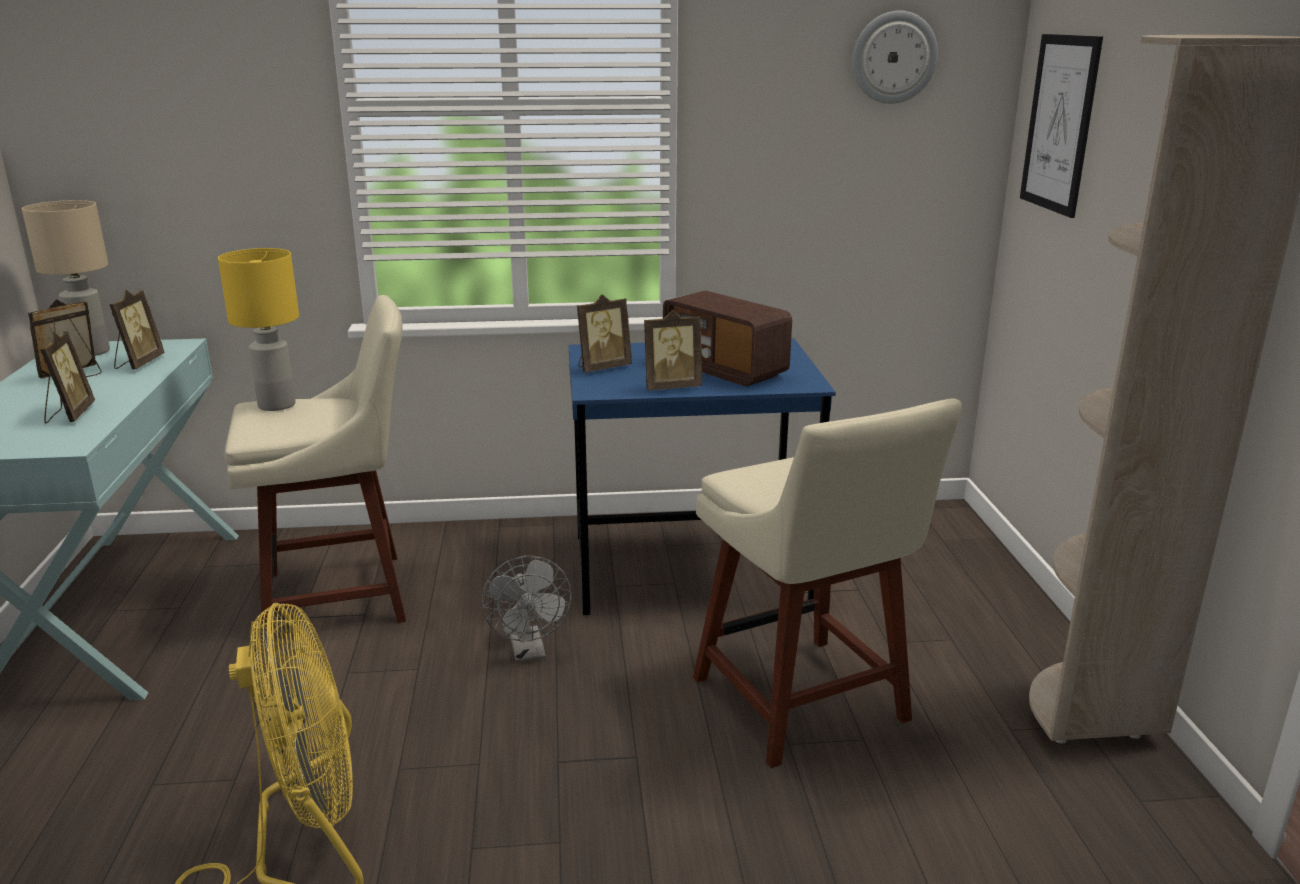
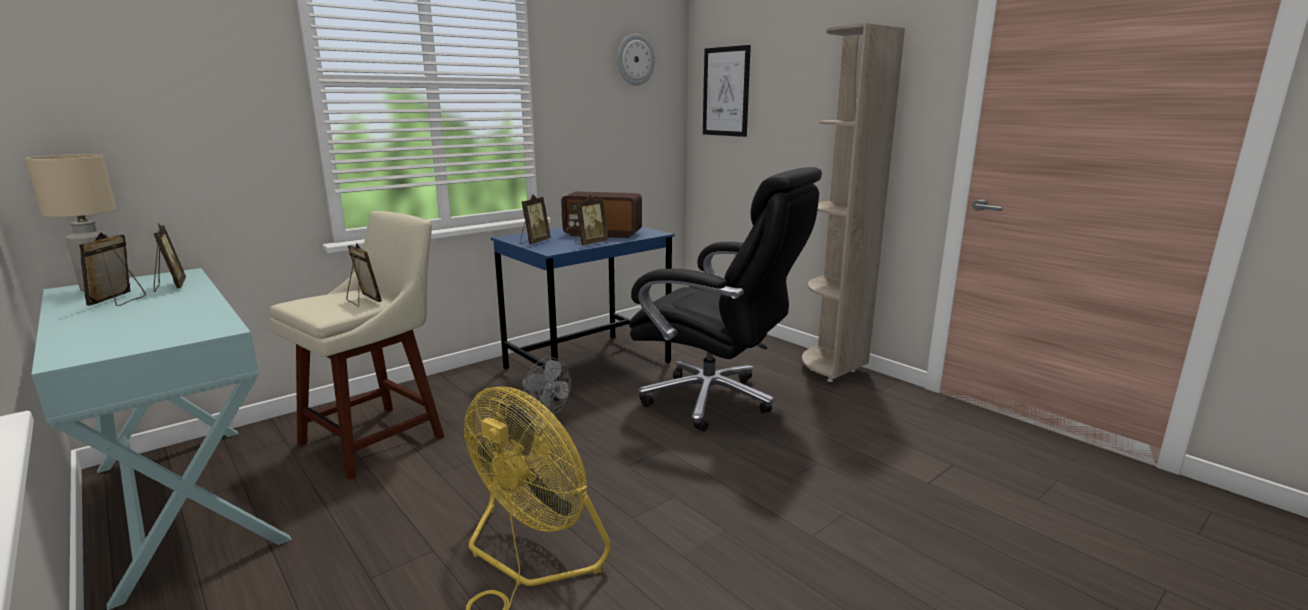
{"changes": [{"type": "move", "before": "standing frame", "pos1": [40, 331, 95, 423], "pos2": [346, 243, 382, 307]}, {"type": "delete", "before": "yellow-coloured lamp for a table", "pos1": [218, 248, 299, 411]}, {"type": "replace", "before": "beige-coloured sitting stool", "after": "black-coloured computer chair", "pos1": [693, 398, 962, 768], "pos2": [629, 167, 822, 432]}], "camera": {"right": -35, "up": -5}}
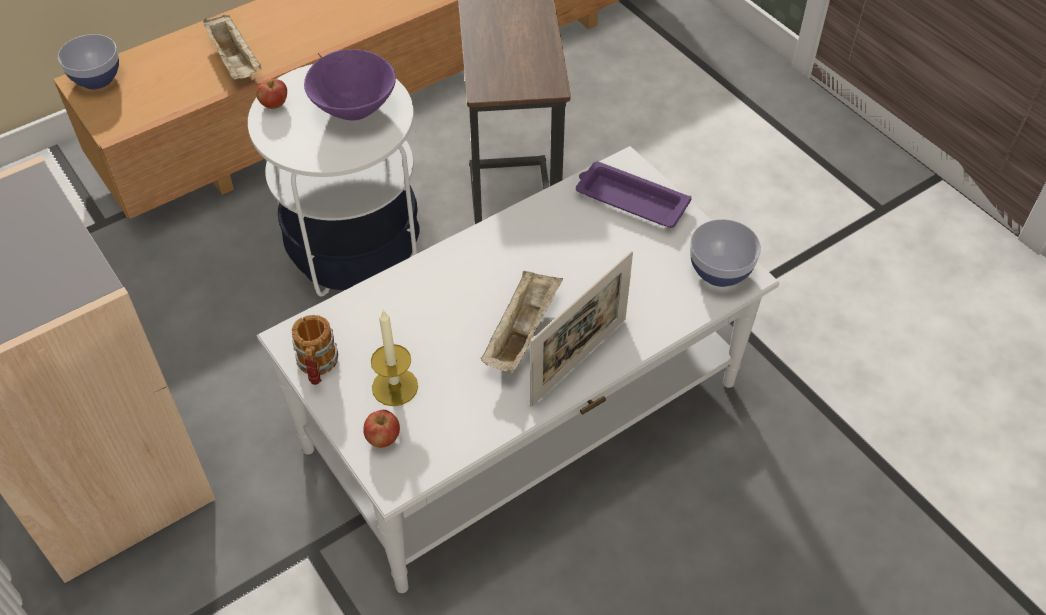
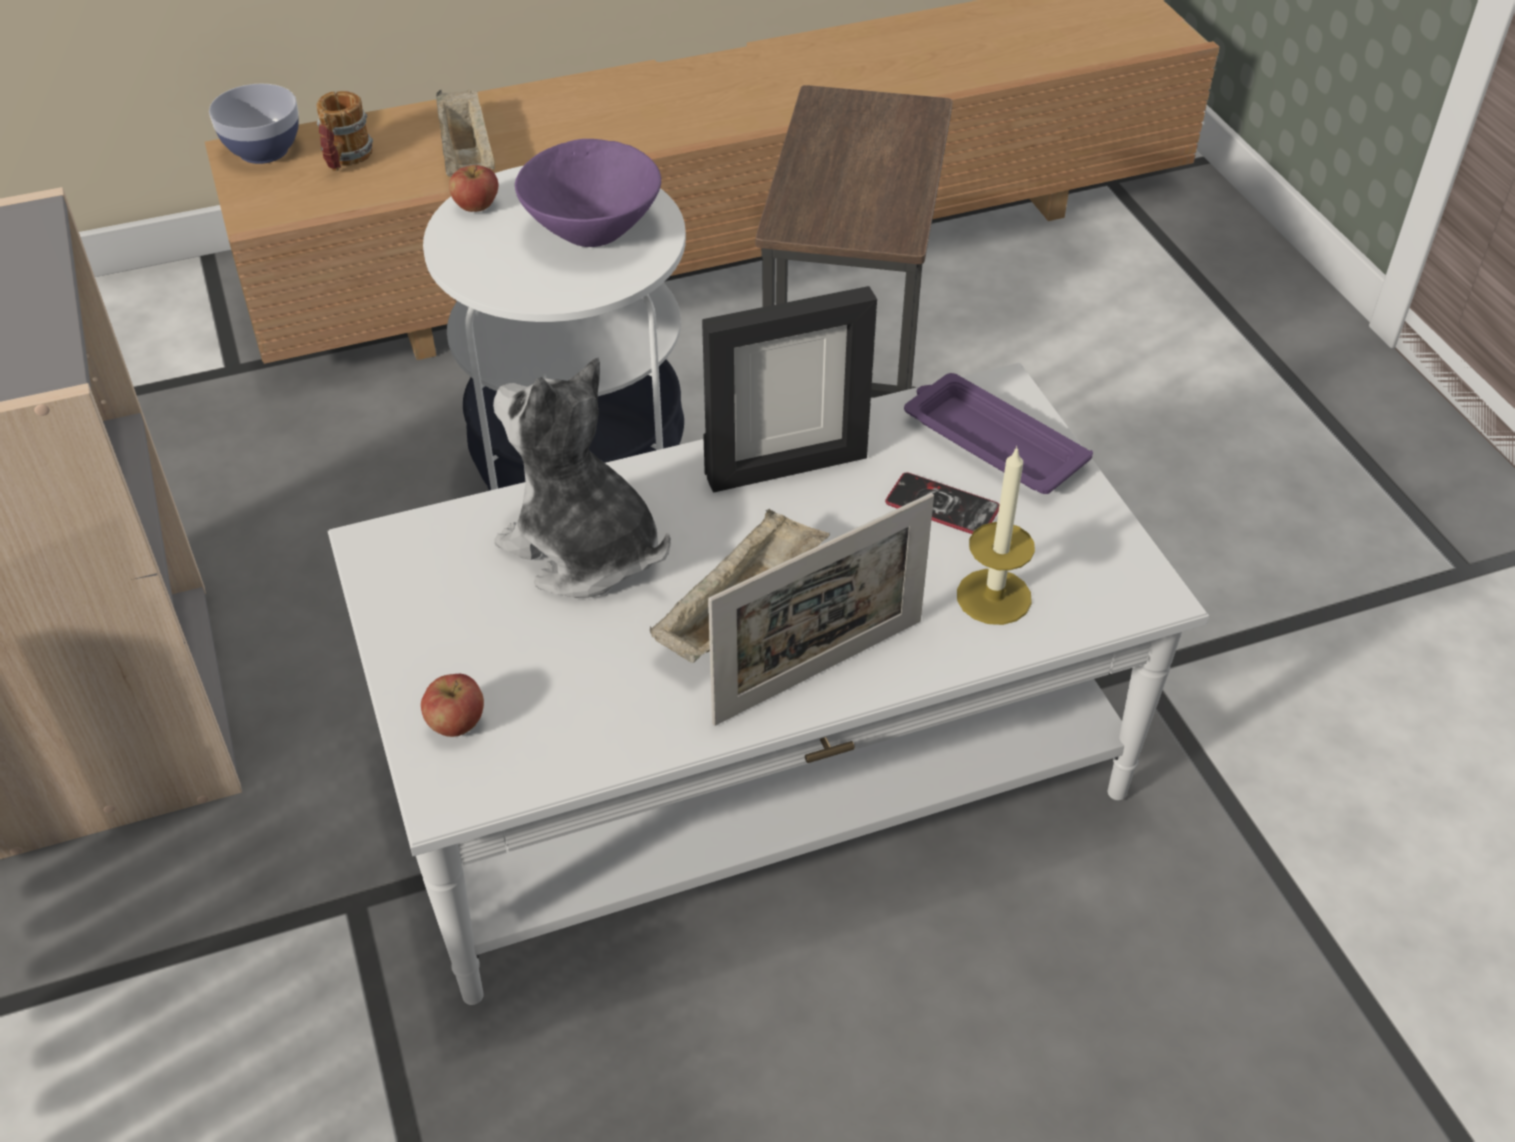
{"changes": [{"type": "move", "before": "tea mug", "pos1": [292, 315, 338, 385], "pos2": [316, 91, 373, 171]}, {"type": "move", "before": "wax light", "pos1": [371, 310, 418, 406], "pos2": [957, 446, 1035, 625]}, {"type": "delete", "before": "serving bowl", "pos1": [690, 219, 761, 287]}, {"type": "insert", "after": "soft toy", "pos2": [493, 357, 671, 598]}, {"type": "insert", "after": "standing frame", "pos2": [702, 286, 877, 493]}, {"type": "insert", "after": "telephone", "pos2": [885, 472, 1000, 534]}], "camera": {"right": 15, "up": -5}}
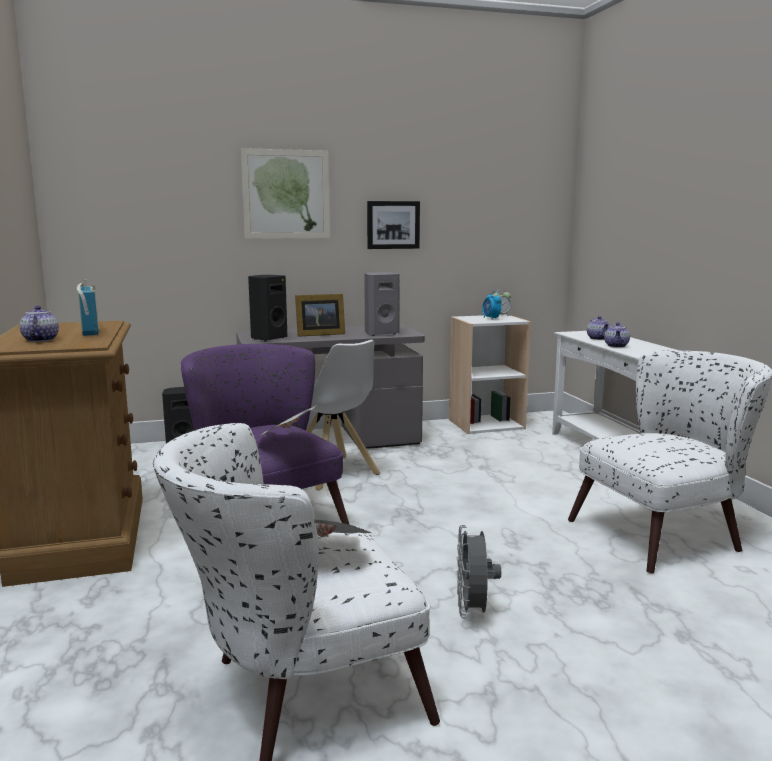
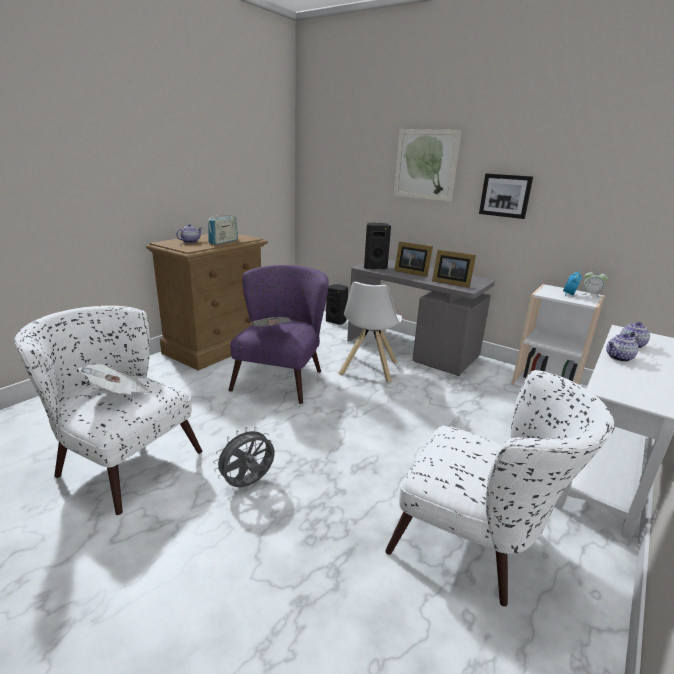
{"changes": [{"type": "replace", "before": "grey audio speaker", "after": "standing frame", "pos1": [364, 272, 400, 336], "pos2": [432, 250, 476, 288]}], "camera": {"right": 50, "up": 10}}
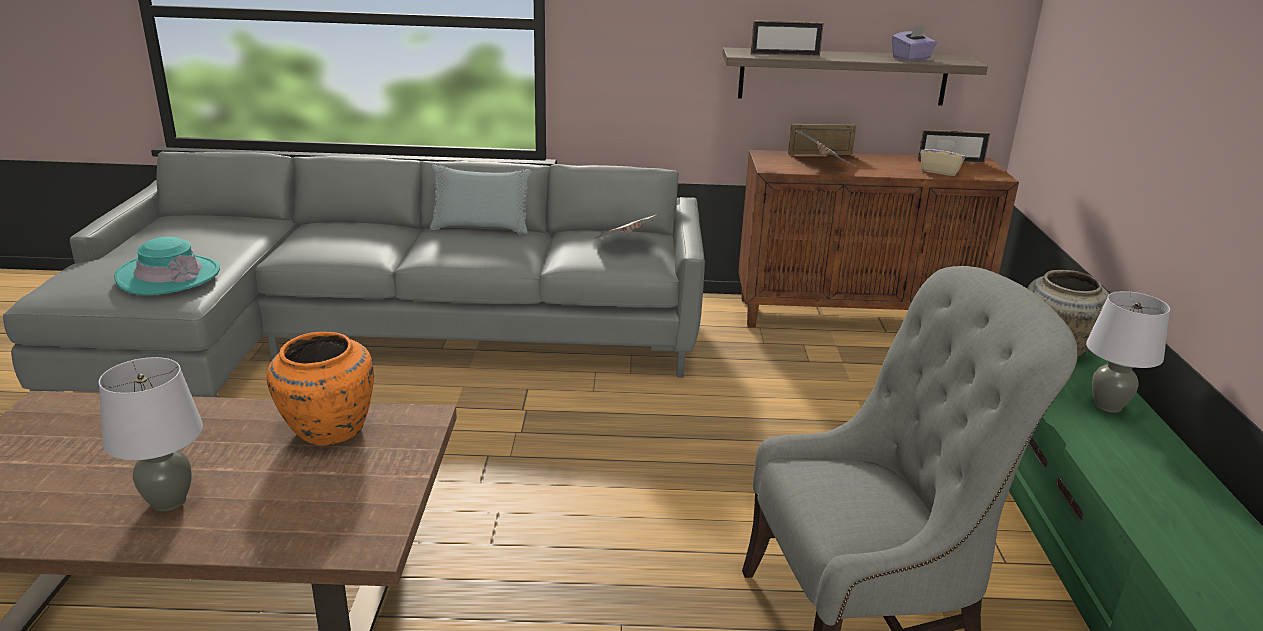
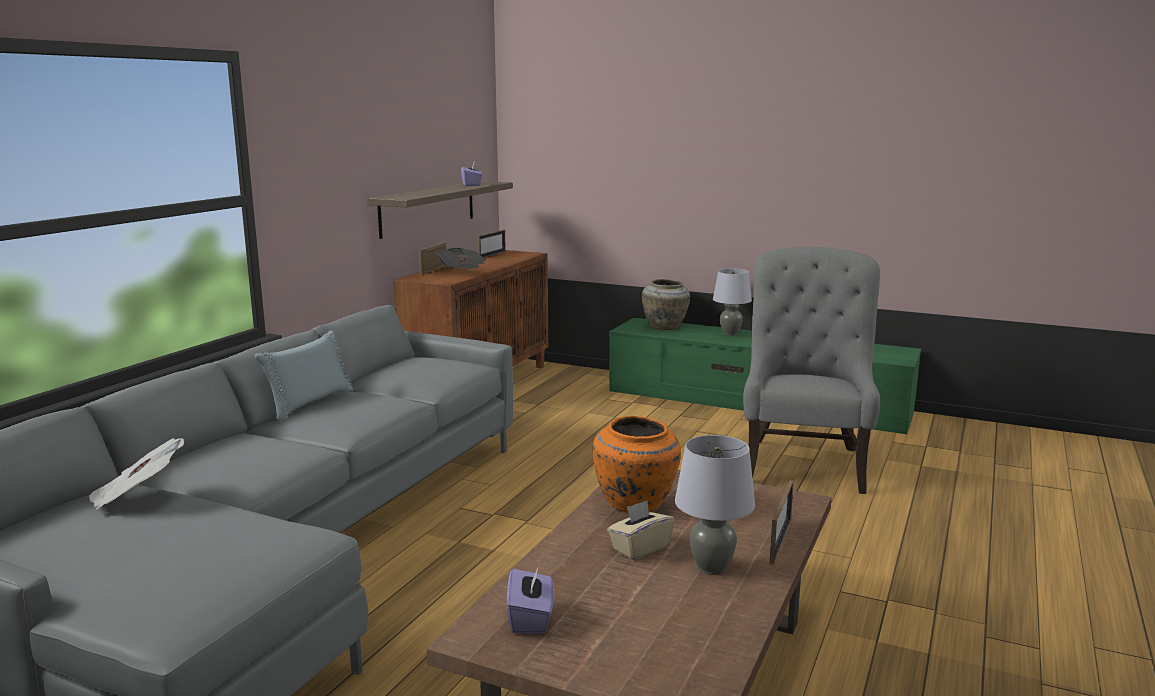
{"changes": [{"type": "delete", "before": "blue-green hat", "pos1": [114, 237, 220, 295]}, {"type": "move", "before": "newspaper", "pos1": [594, 214, 663, 239], "pos2": [89, 438, 184, 510]}, {"type": "move", "before": "standing frame", "pos1": [751, 20, 824, 56], "pos2": [769, 480, 794, 565]}, {"type": "move", "before": "beige-coloured tissue holder", "pos1": [920, 138, 966, 176], "pos2": [607, 500, 675, 560]}, {"type": "insert", "after": "purplish tissue holder", "pos2": [507, 565, 554, 634]}], "camera": {"right": -65, "up": -10}}
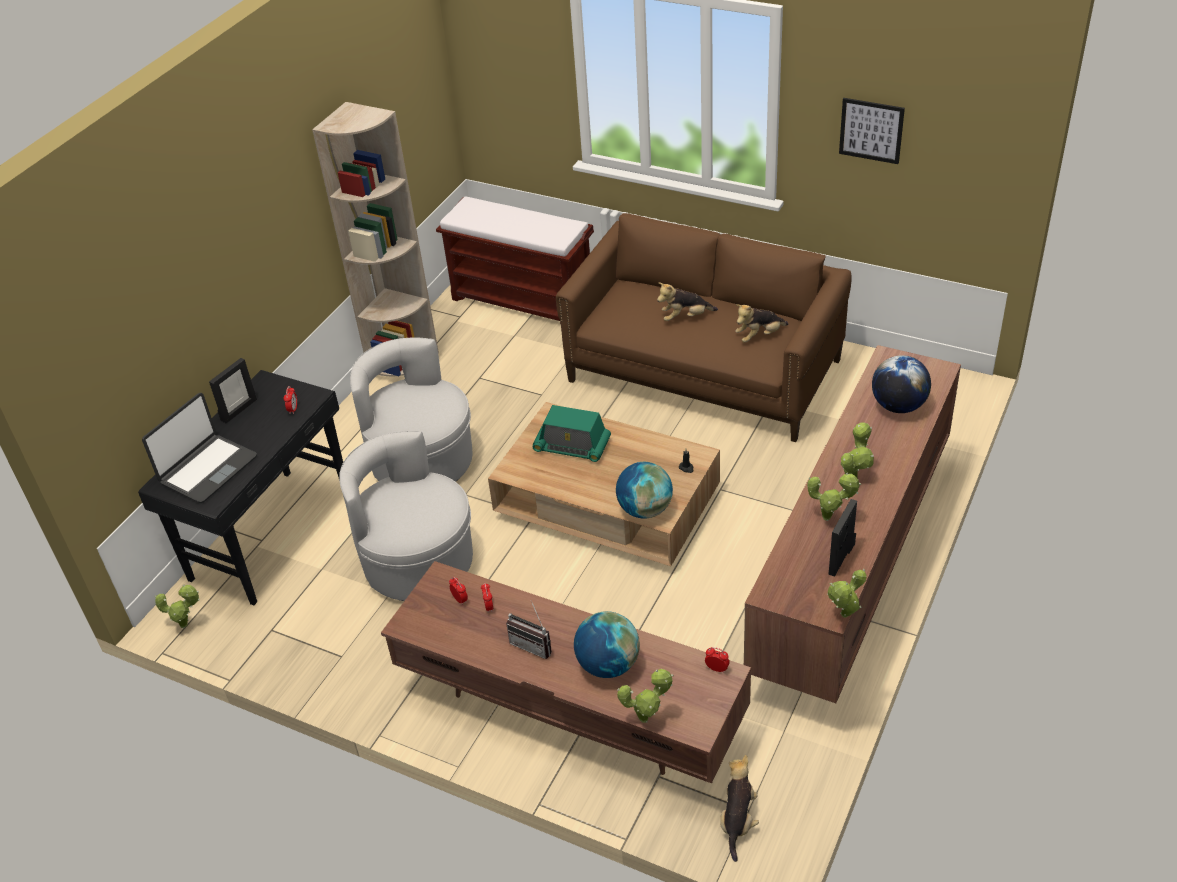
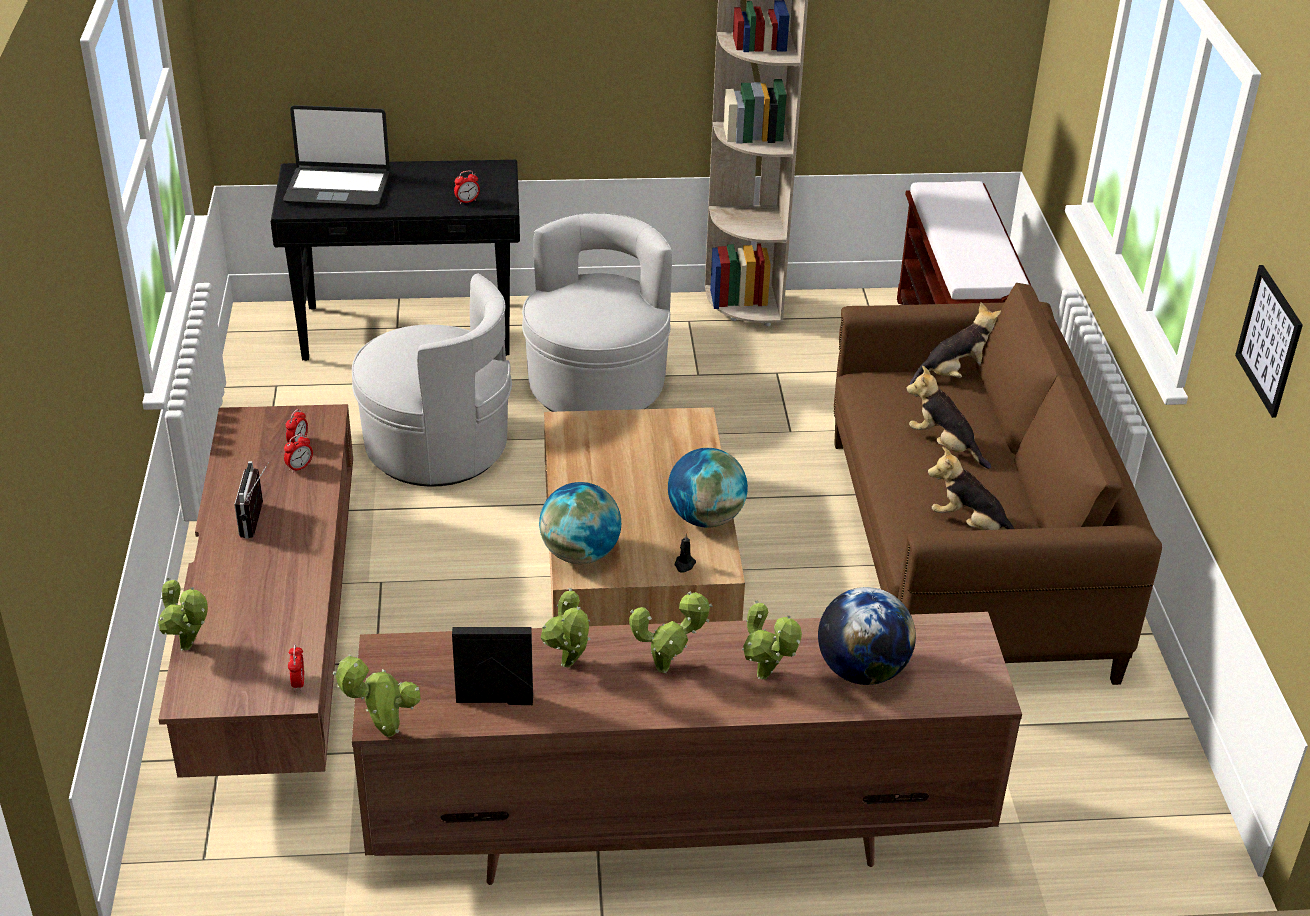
{"changes": [{"type": "move", "before": "plant in a pot", "pos1": [154, 585, 200, 628], "pos2": [742, 600, 802, 679]}, {"type": "delete", "before": "standing frame", "pos1": [209, 358, 257, 423]}, {"type": "rotate", "before": "white armchair", "pos1": [339, 431, 473, 601], "pos2": [352, 273, 512, 487], "turn": 105}, {"type": "delete", "before": "radio set", "pos1": [533, 405, 611, 462]}, {"type": "move", "before": "globe", "pos1": [574, 611, 640, 678], "pos2": [668, 448, 748, 527]}, {"type": "move", "before": "soft toy", "pos1": [720, 755, 759, 862], "pos2": [910, 302, 1001, 385]}], "camera": {"right": 55, "up": -5}}
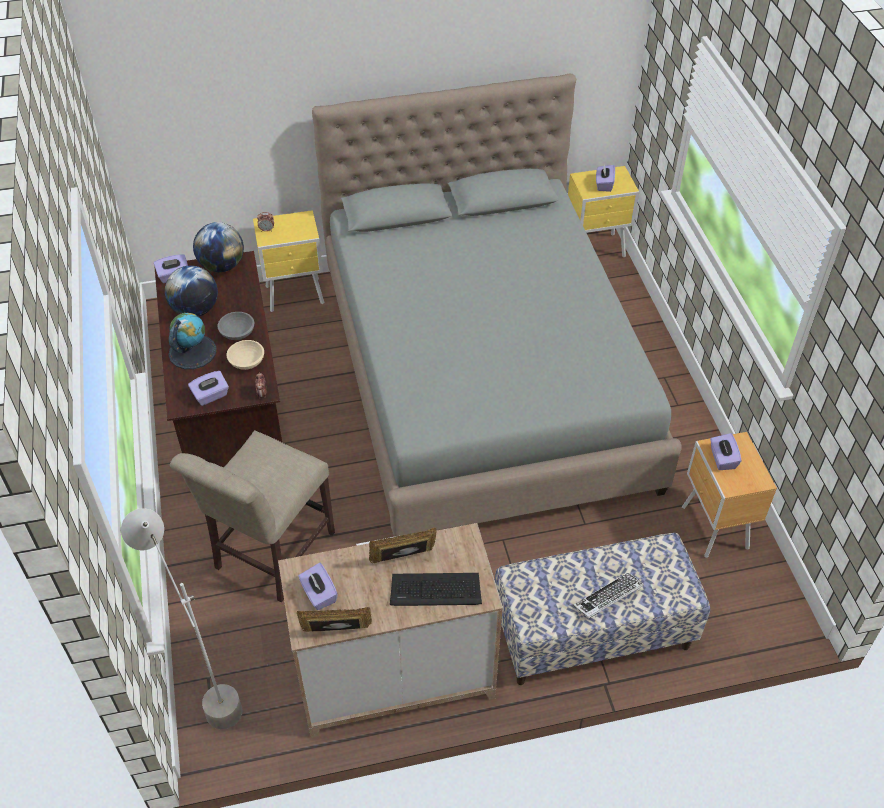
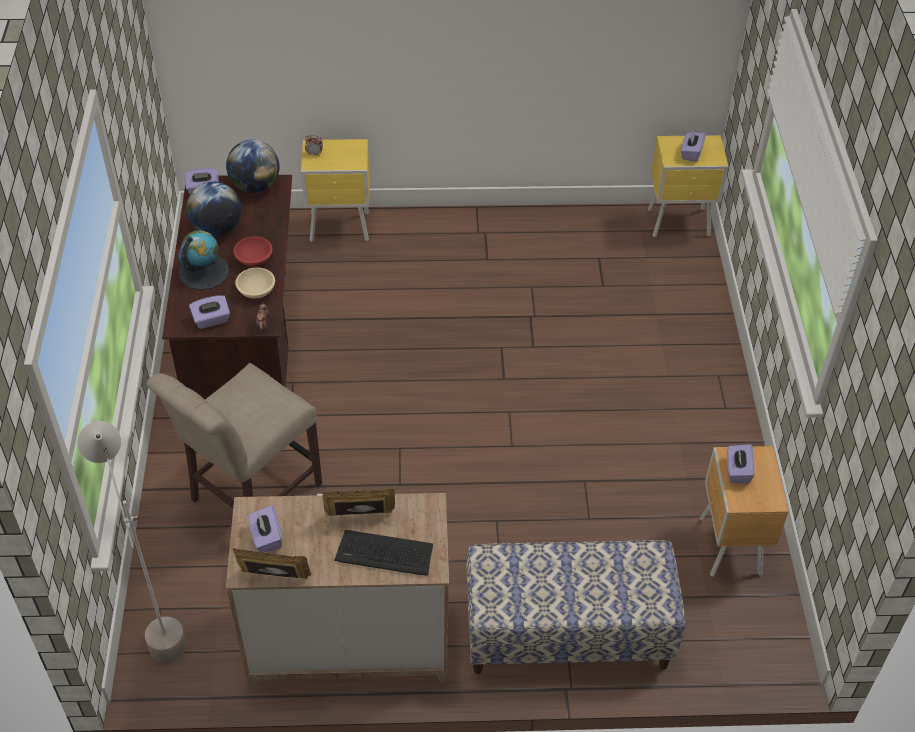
{"changes": [{"type": "recolor", "before": "grey serving bowl", "after": "reddish serving bowl", "pos1": [217, 312, 254, 340], "pos2": [234, 236, 272, 266]}, {"type": "delete", "before": "grey bedroom bed", "pos1": [312, 73, 681, 537]}, {"type": "delete", "before": "keyboard", "pos1": [573, 573, 644, 618]}], "camera": {"right": 10, "up": 0}}
